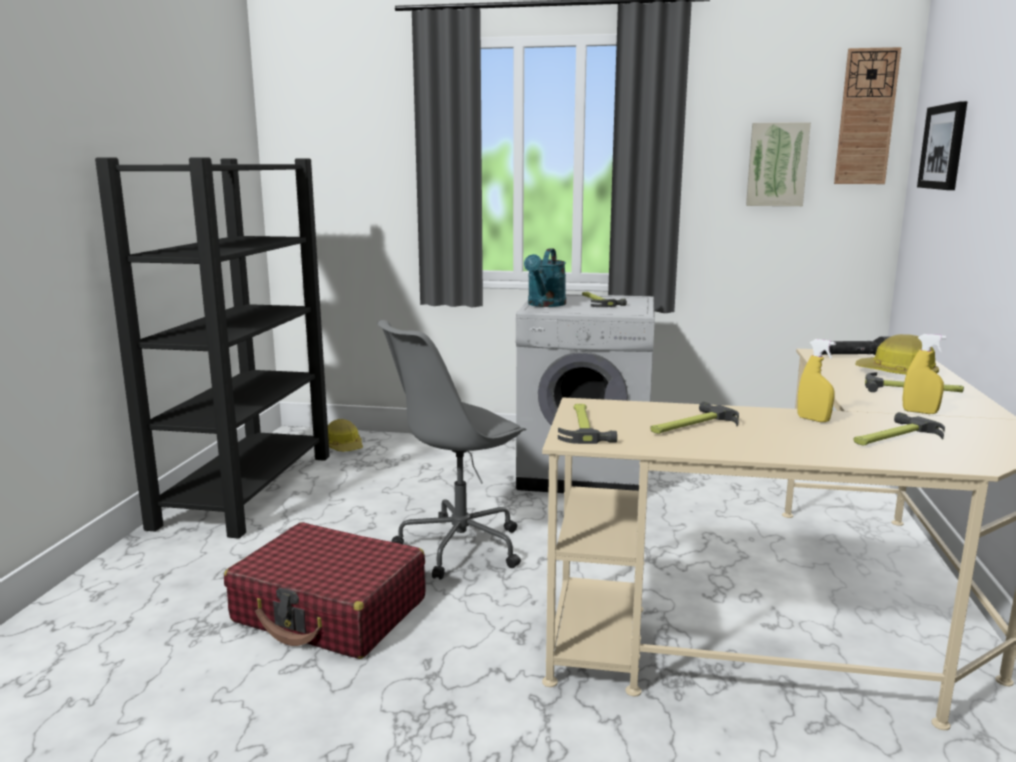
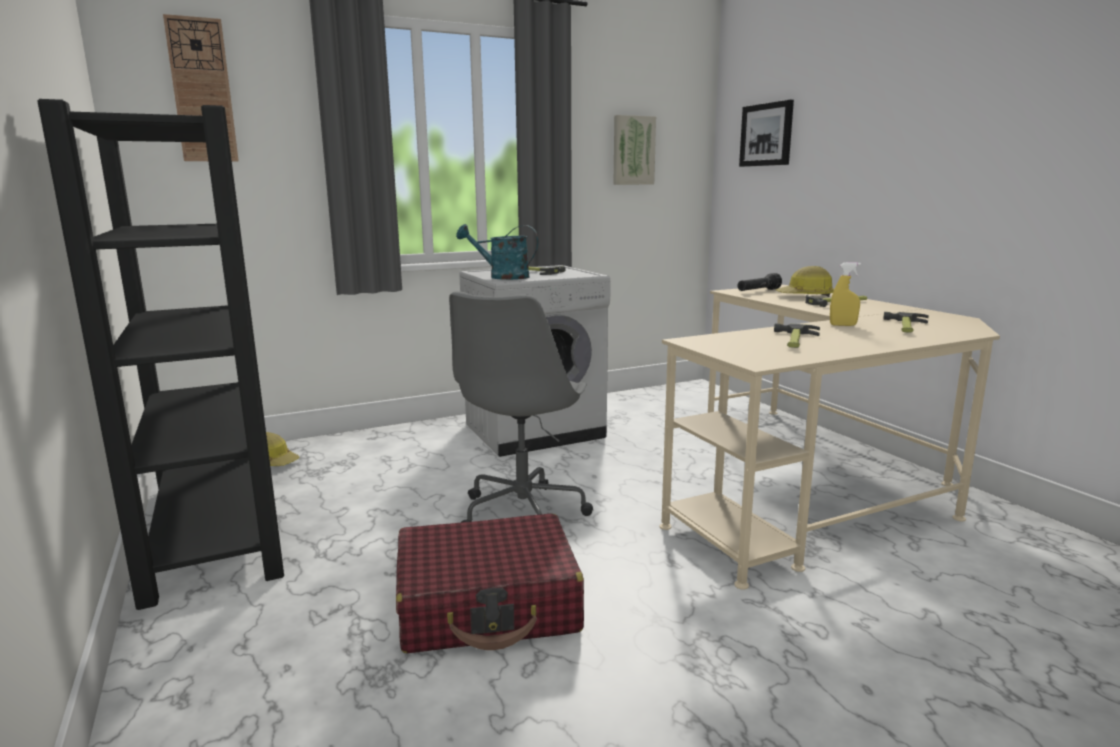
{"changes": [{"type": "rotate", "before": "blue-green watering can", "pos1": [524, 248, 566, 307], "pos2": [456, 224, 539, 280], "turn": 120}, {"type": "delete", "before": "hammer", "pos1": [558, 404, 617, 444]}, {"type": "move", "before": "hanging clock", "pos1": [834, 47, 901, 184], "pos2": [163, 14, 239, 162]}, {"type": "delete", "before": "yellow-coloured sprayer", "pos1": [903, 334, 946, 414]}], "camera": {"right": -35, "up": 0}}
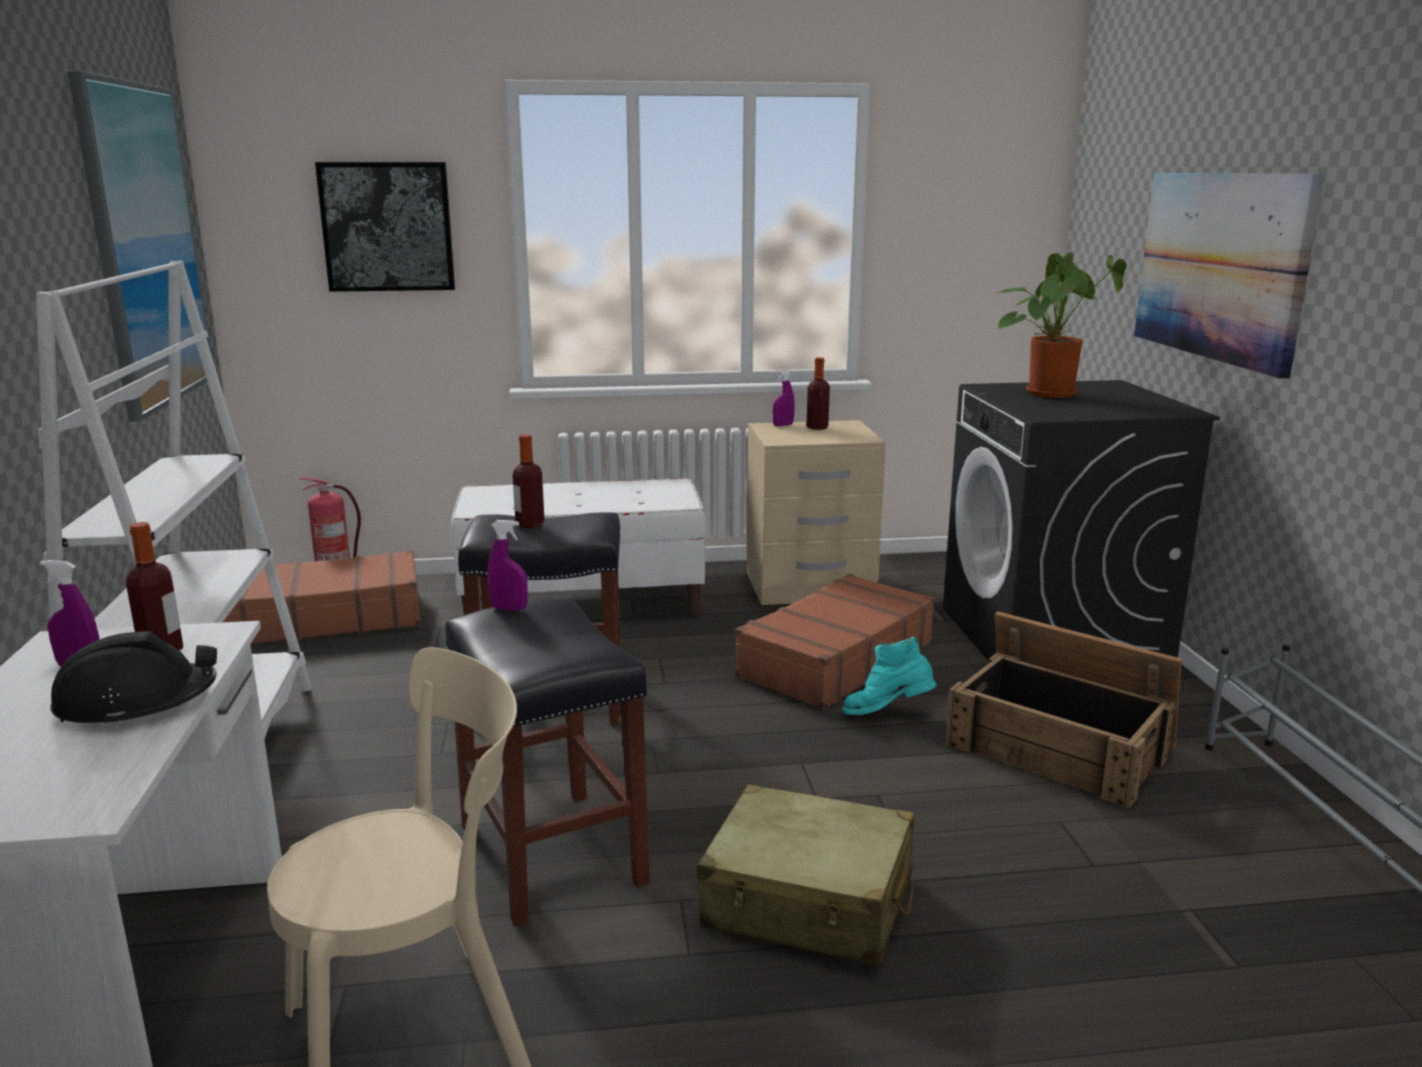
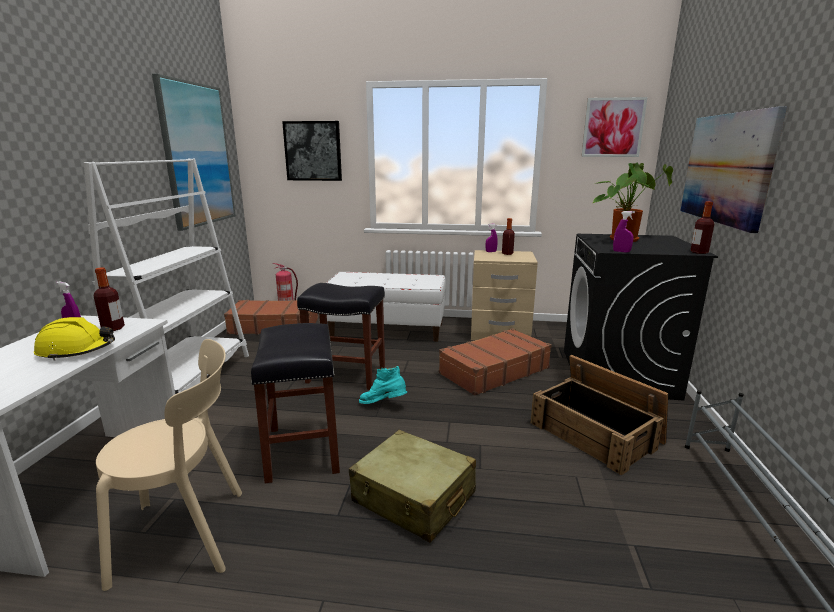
{"changes": [{"type": "recolor", "before": "black-coloured hard hat", "after": "yellow-coloured hard hat", "pos1": [51, 631, 217, 727], "pos2": [34, 317, 115, 360]}, {"type": "move", "before": "purplish sprayer", "pos1": [488, 520, 528, 611], "pos2": [613, 211, 635, 252]}, {"type": "move", "before": "drink bottle", "pos1": [513, 434, 545, 528], "pos2": [691, 202, 714, 254]}, {"type": "move", "before": "blue-green high-top boot", "pos1": [842, 637, 937, 715], "pos2": [359, 366, 407, 404]}, {"type": "insert", "after": "wall picture", "pos2": [581, 97, 647, 157]}], "camera": {"right": 15, "up": 0}}
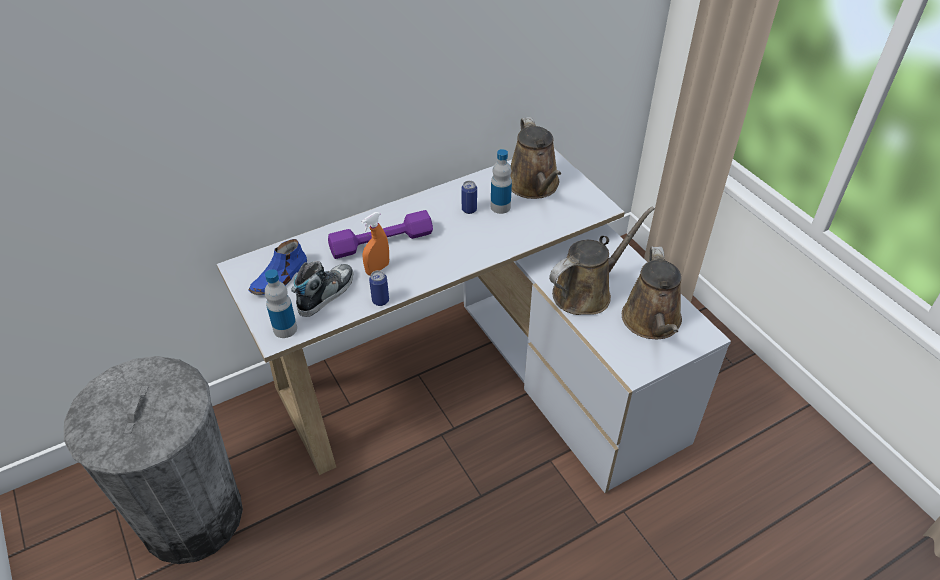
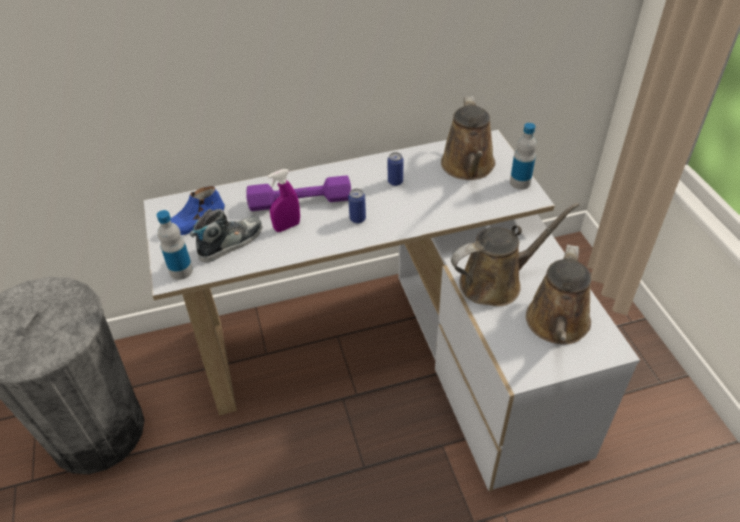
{"changes": [{"type": "recolor", "before": "orangey sprayer", "after": "purplish sprayer", "pos1": [361, 212, 389, 276], "pos2": [267, 169, 300, 232]}, {"type": "move", "before": "metal can", "pos1": [369, 270, 389, 306], "pos2": [348, 188, 366, 223]}, {"type": "move", "before": "drink bottle", "pos1": [491, 149, 512, 214], "pos2": [510, 123, 537, 190]}], "camera": {"right": 15, "up": 0}}
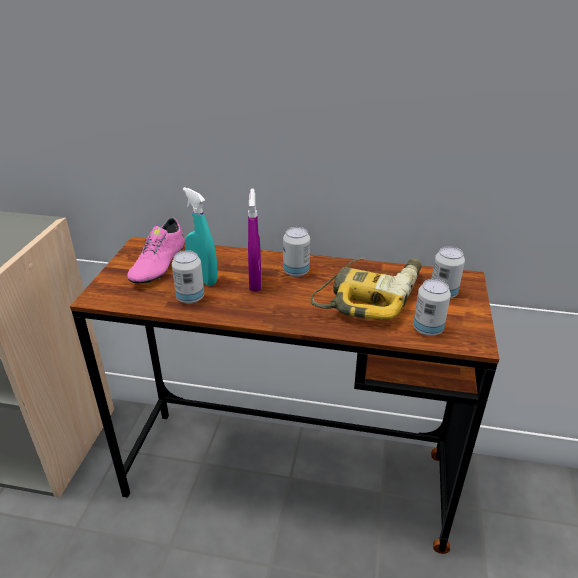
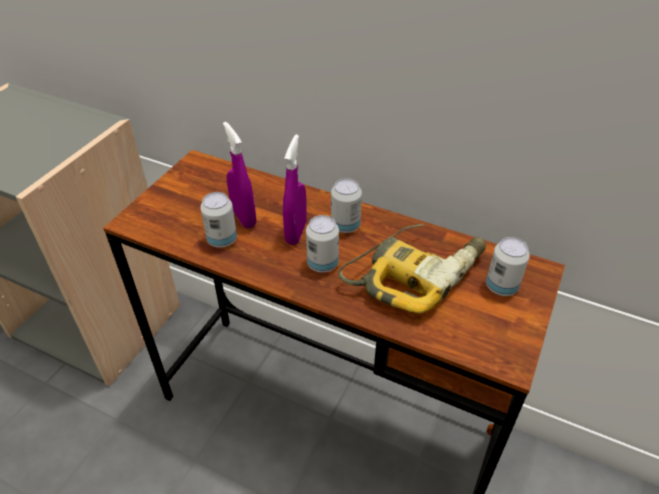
{"changes": [{"type": "delete", "before": "pinkish item of footwear", "pos1": [127, 217, 185, 284]}, {"type": "recolor", "before": "blue-green sprayer", "after": "purplish sprayer", "pos1": [183, 187, 218, 286], "pos2": [223, 122, 256, 228]}, {"type": "move", "before": "metal can", "pos1": [413, 279, 451, 336], "pos2": [306, 215, 339, 273]}], "camera": {"right": 15, "up": 10}}
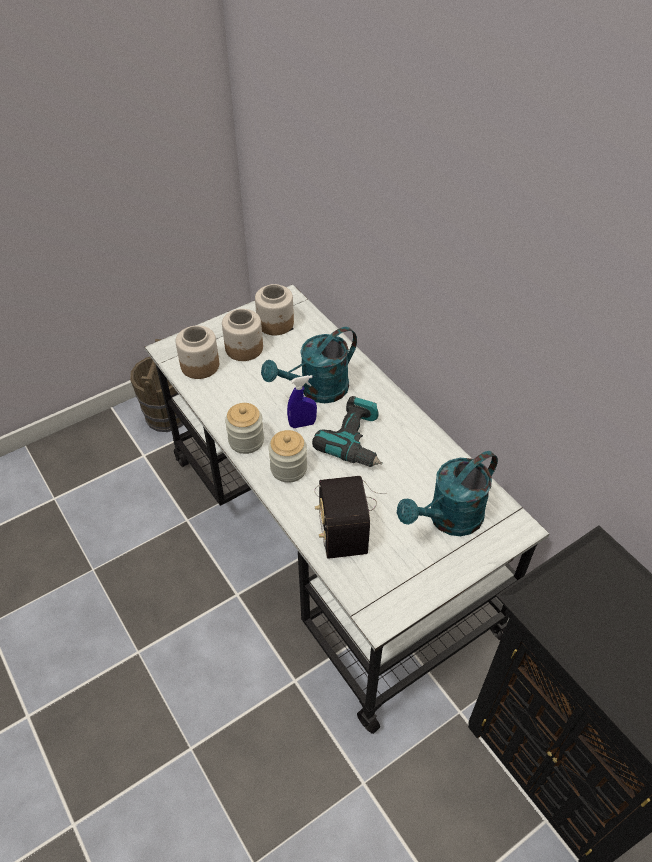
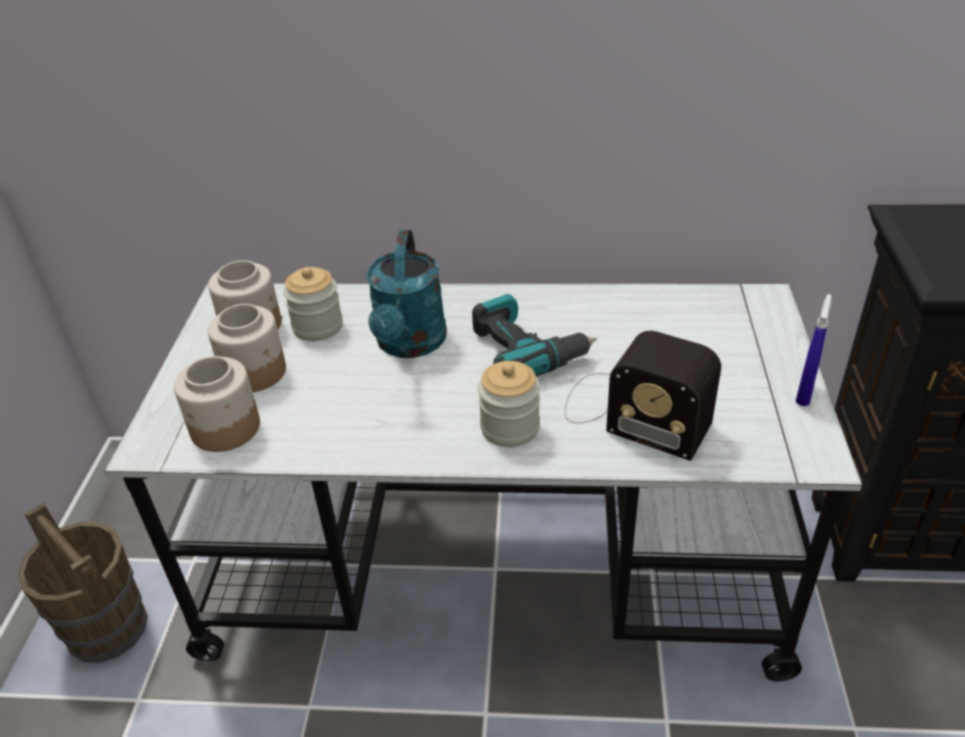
{"changes": [{"type": "move", "before": "jar", "pos1": [225, 403, 264, 454], "pos2": [284, 267, 343, 341]}, {"type": "move", "before": "bluish sprayer", "pos1": [287, 375, 317, 428], "pos2": [795, 294, 832, 406]}, {"type": "delete", "before": "blue-green watering can", "pos1": [397, 451, 498, 536]}], "camera": {"right": -50, "up": -10}}
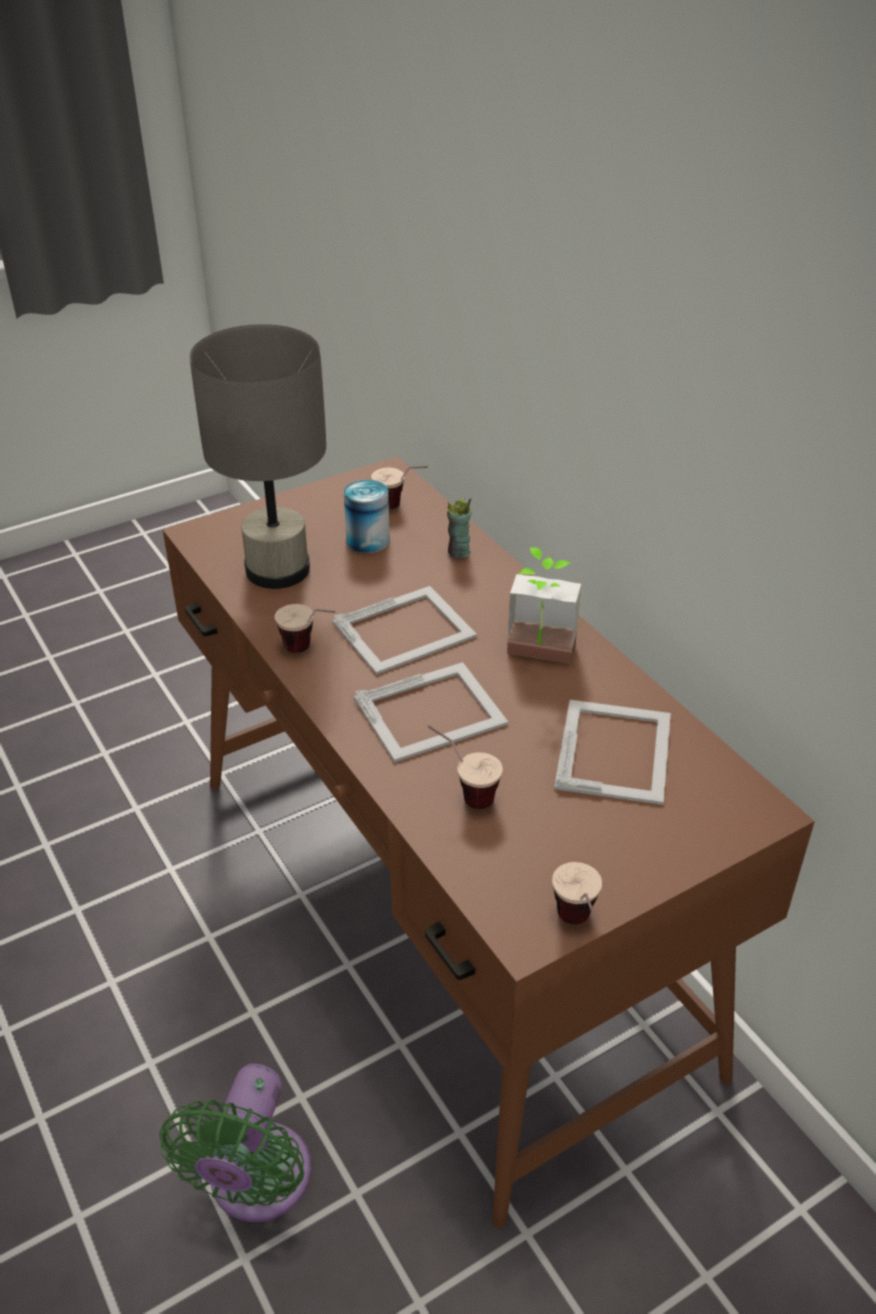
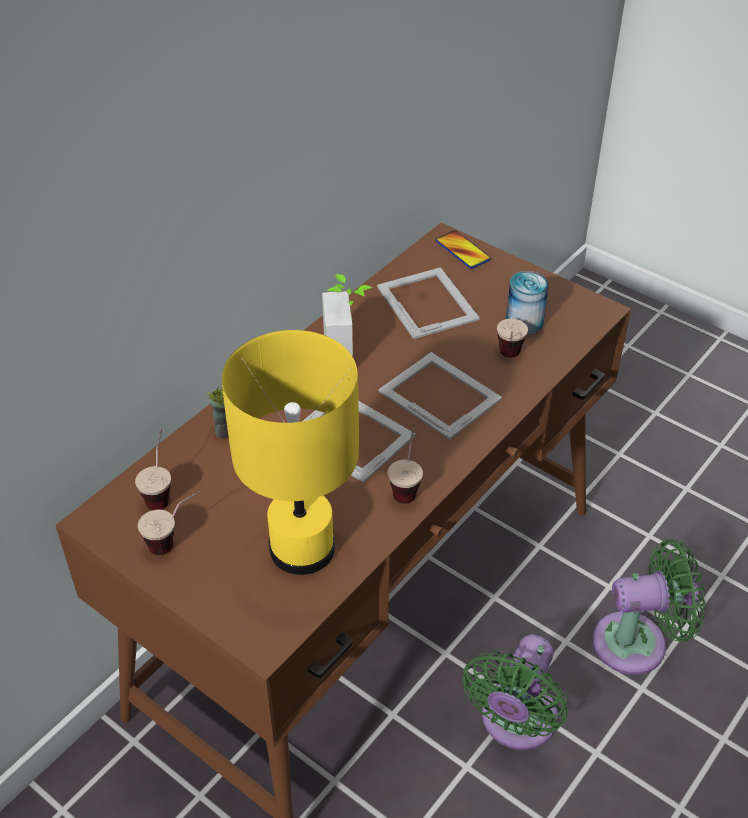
{"changes": [{"type": "recolor", "before": "grey lamp for a table", "after": "yellow-coloured lamp for a table", "pos1": [190, 324, 326, 589], "pos2": [222, 330, 359, 575]}, {"type": "move", "before": "metal can", "pos1": [344, 479, 390, 553], "pos2": [506, 271, 549, 335]}, {"type": "move", "before": "small cup", "pos1": [552, 862, 602, 924], "pos2": [138, 491, 200, 555]}, {"type": "rotate", "before": "standing frame", "pos1": [554, 700, 671, 805], "pos2": [377, 267, 480, 339], "turn": 75}, {"type": "insert", "after": "telephone", "pos2": [436, 230, 491, 269]}, {"type": "insert", "after": "green-coloured cooling fan", "pos2": [463, 635, 567, 750]}], "camera": {"right": -110, "up": 5}}
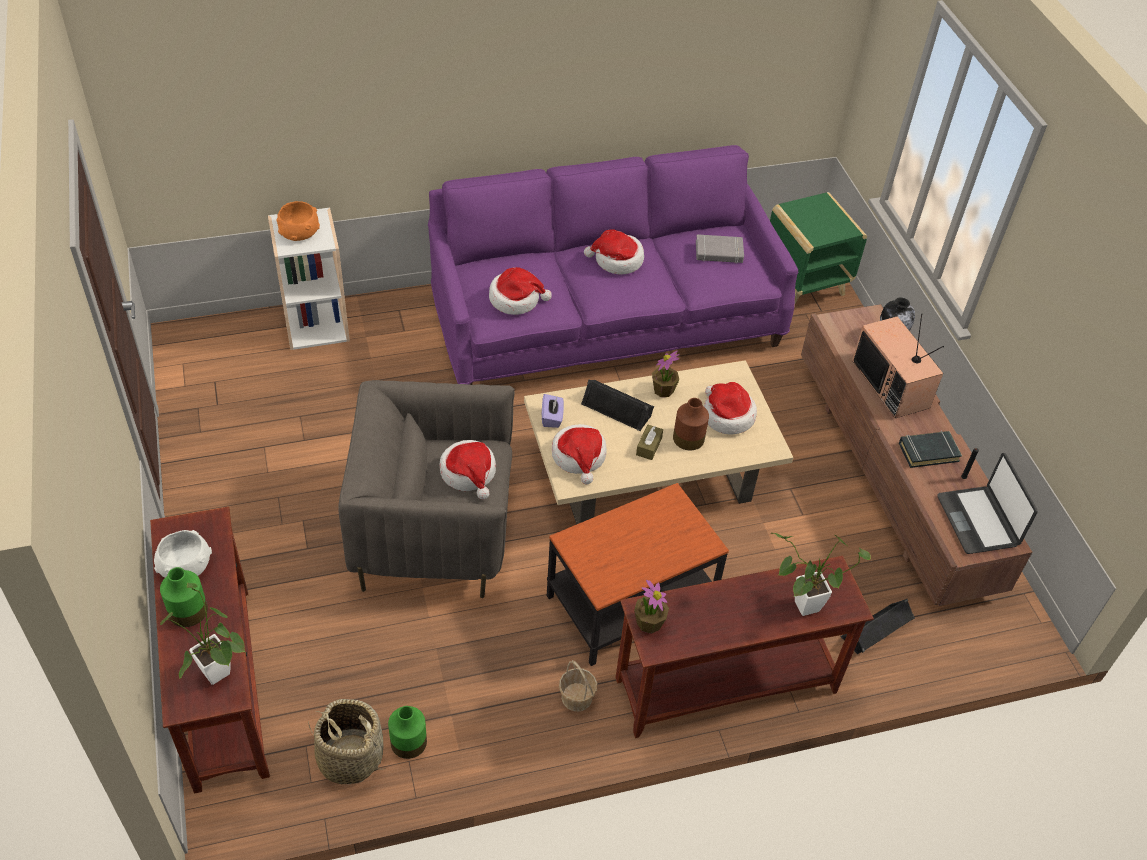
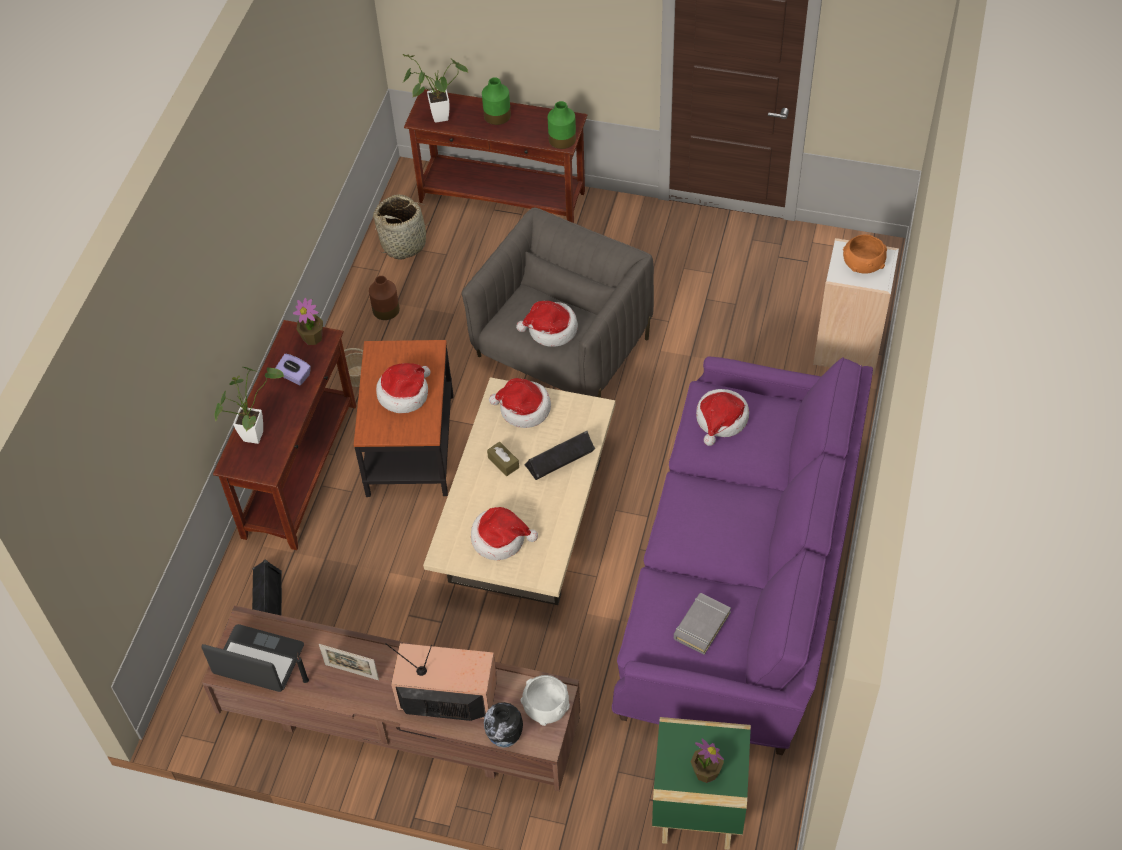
{"changes": [{"type": "move", "before": "white serving bowl", "pos1": [154, 530, 212, 578], "pos2": [520, 675, 570, 726]}, {"type": "move", "before": "green-coloured decorative vase", "pos1": [388, 706, 427, 759], "pos2": [548, 101, 576, 149]}, {"type": "move", "before": "purplish tissue holder", "pos1": [542, 394, 564, 428], "pos2": [275, 354, 311, 385]}, {"type": "move", "before": "hat", "pos1": [584, 229, 644, 274], "pos2": [376, 363, 430, 413]}, {"type": "move", "before": "plant in a pot", "pos1": [652, 350, 680, 397], "pos2": [691, 738, 724, 783]}, {"type": "move", "before": "brown-coloured decorative vase", "pos1": [673, 398, 709, 450], "pos2": [369, 276, 400, 320]}, {"type": "replace", "before": "black-coloured book", "after": "standing frame", "pos1": [899, 431, 962, 468], "pos2": [319, 644, 379, 680]}], "camera": {"right": 125, "up": 5}}
